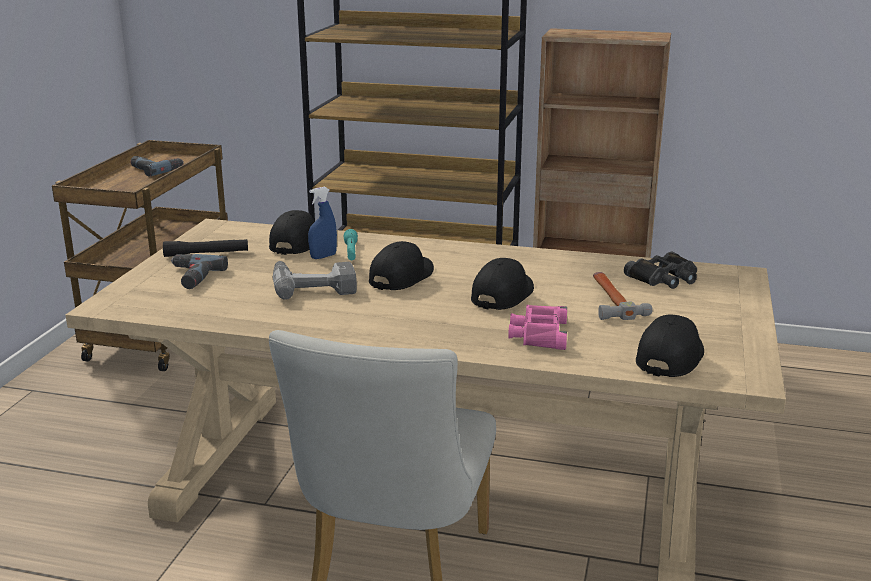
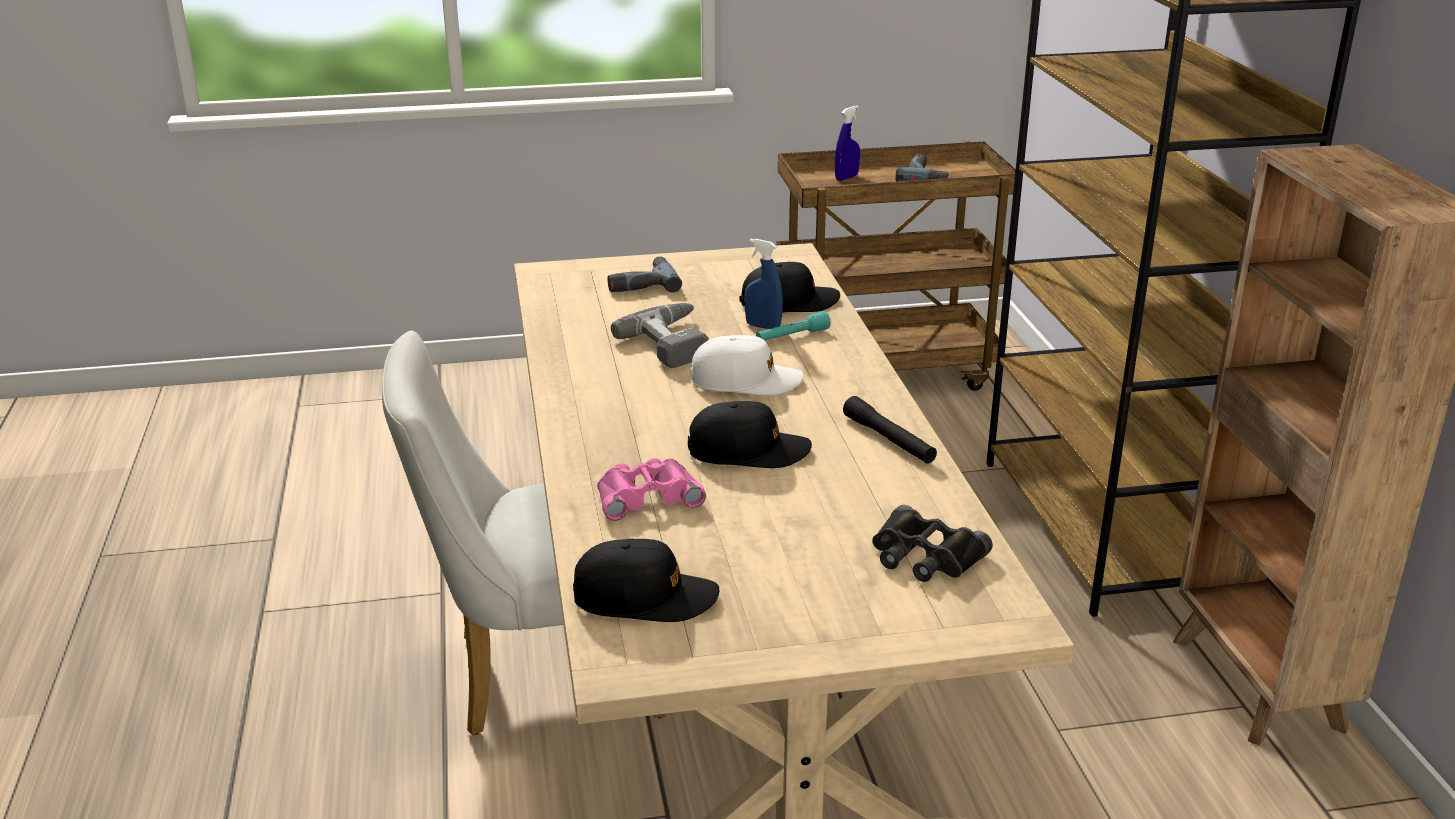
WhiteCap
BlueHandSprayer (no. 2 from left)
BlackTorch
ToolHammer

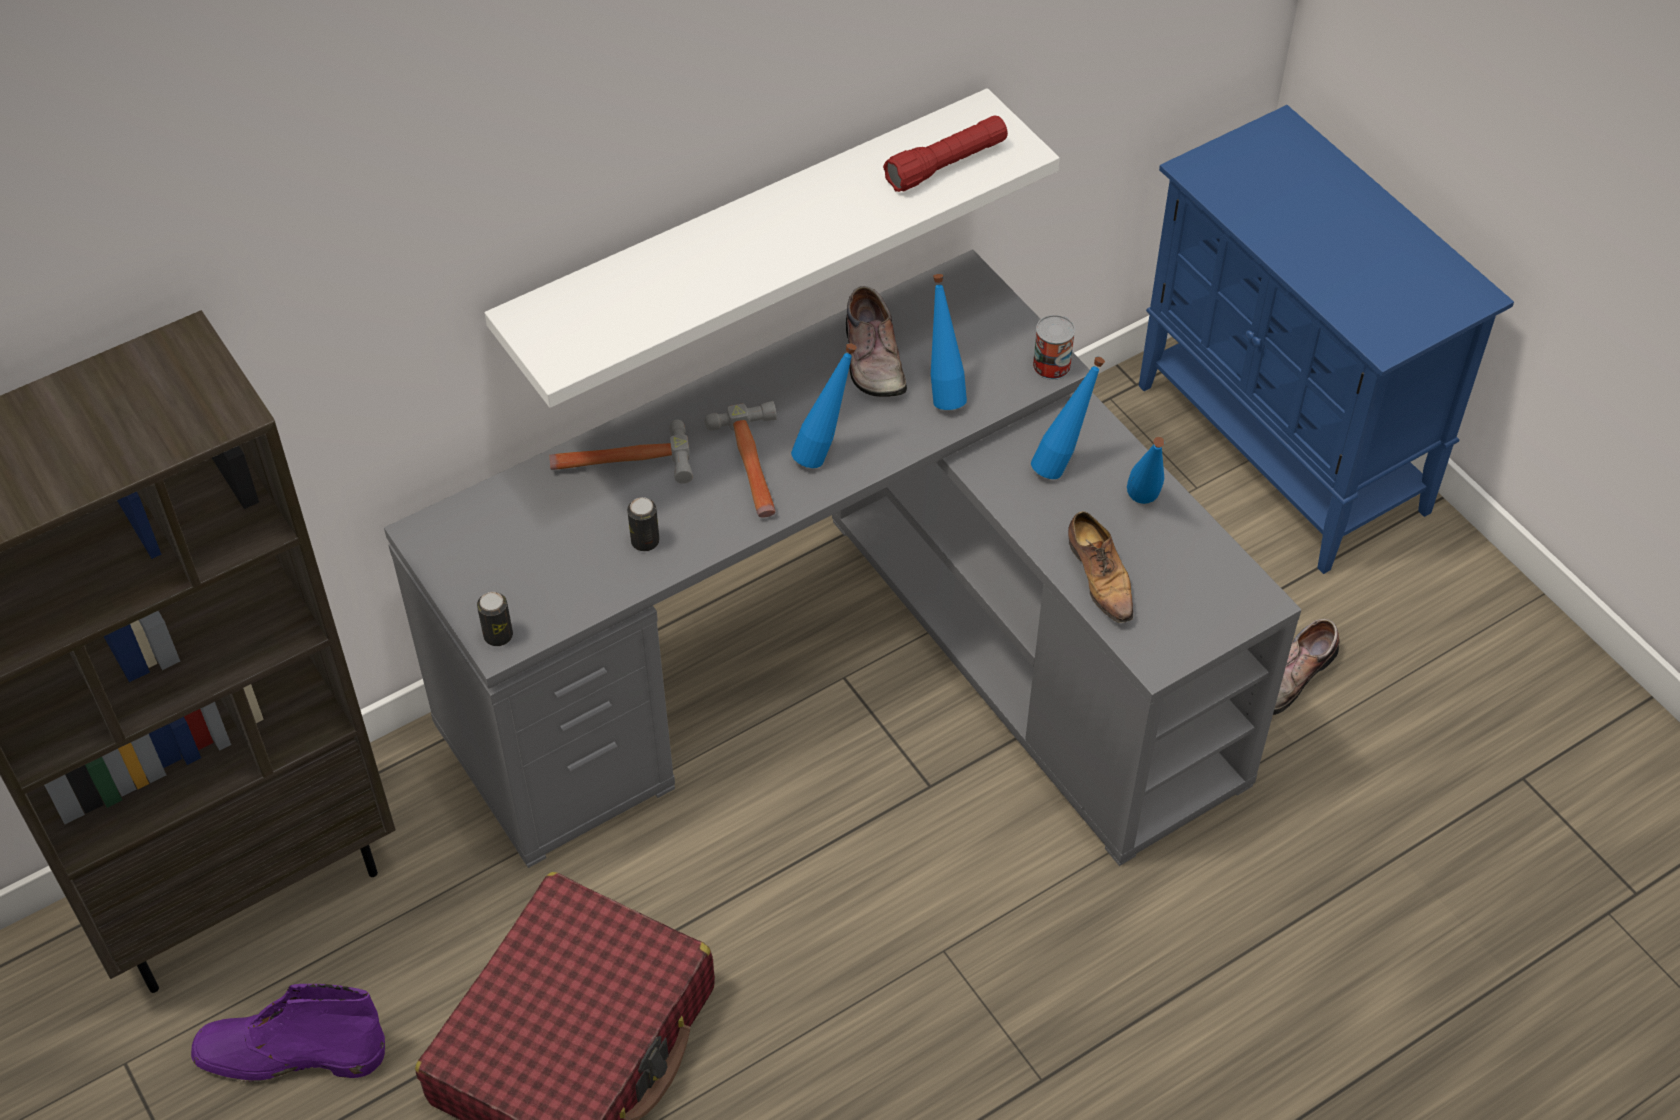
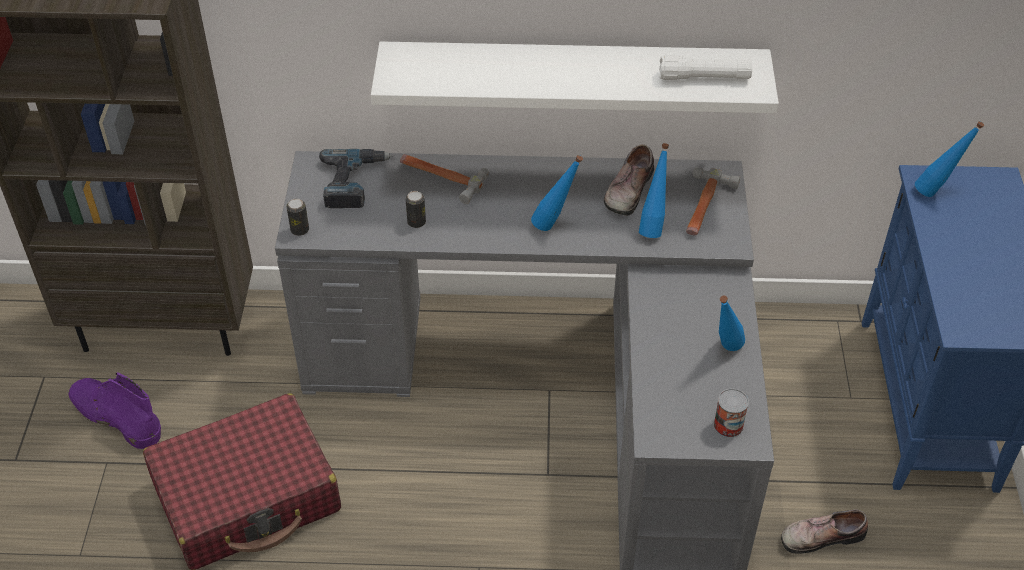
Drill
WhiteTorch
ToolHammer (no. 2 from left)
MetalCan (no. 3 from left)
BlueDrinkBottle (no. 4 from left)
LowShoe (no. 2 from left in the first image)

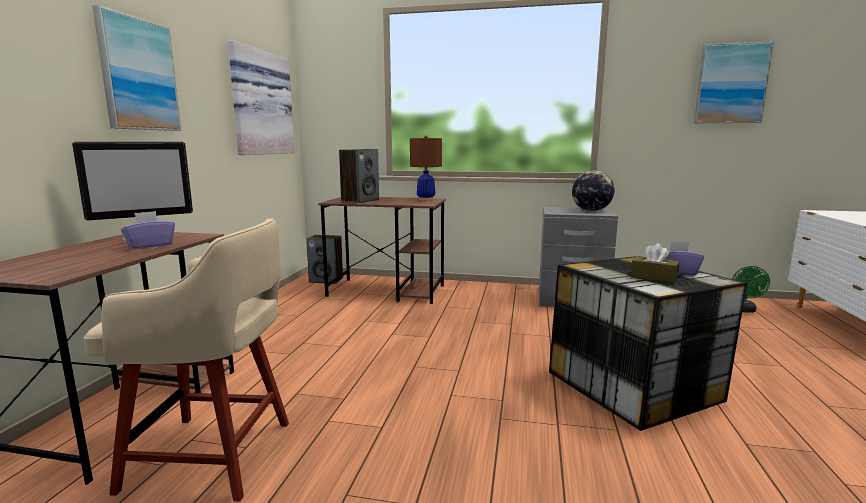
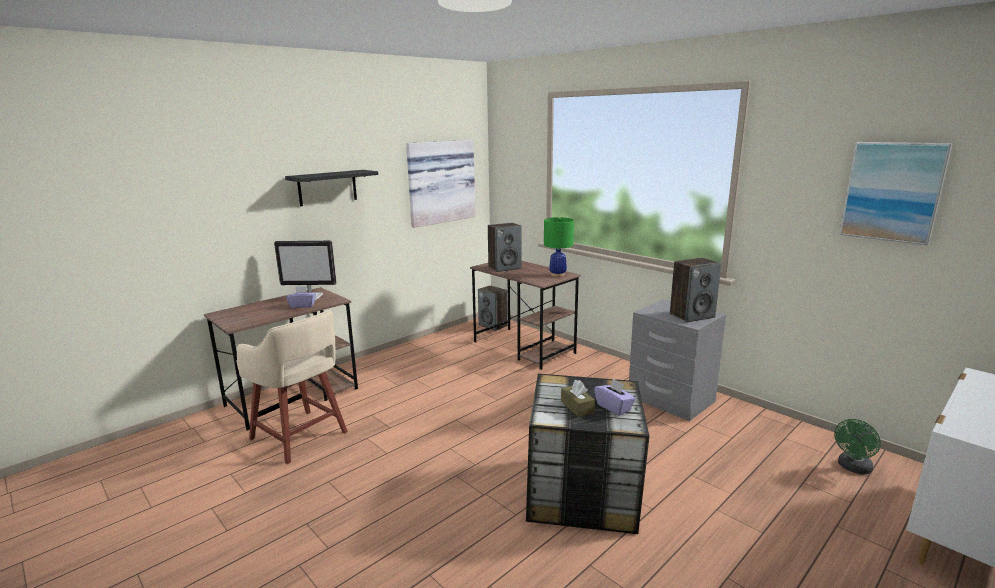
BlackBracketShelf
GreenColouredTableLamp
Speaker (no. 3 from left)

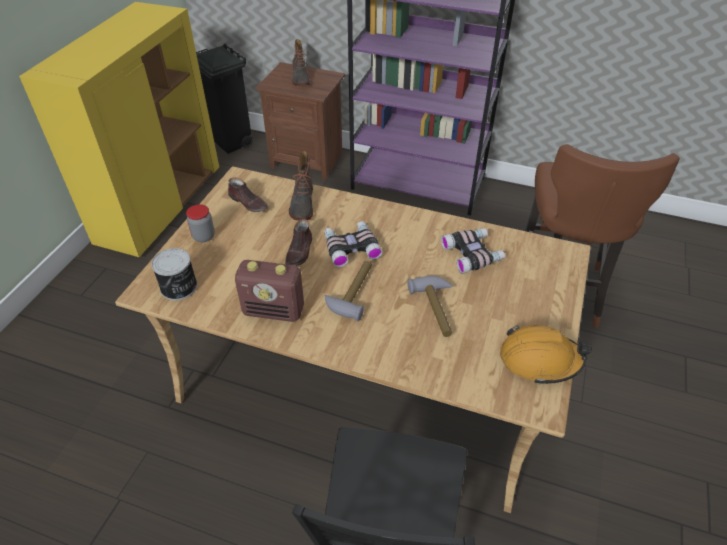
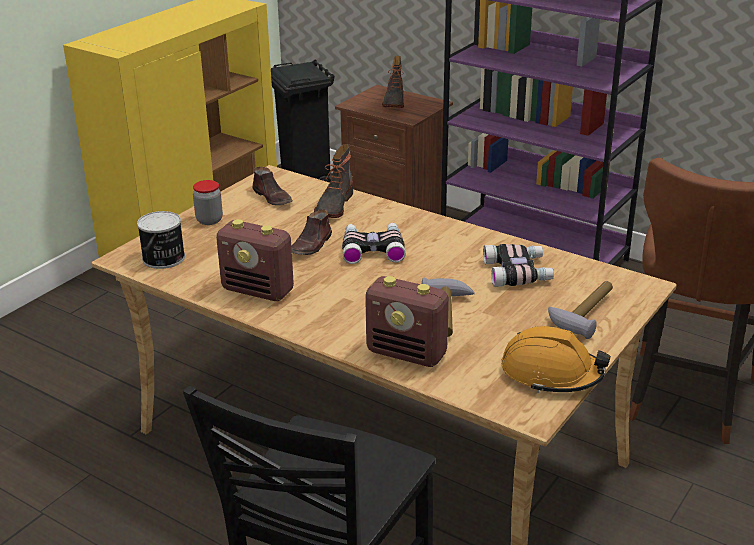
Radio (no. 2 from left)
ToolHammer (no. 2 from left)

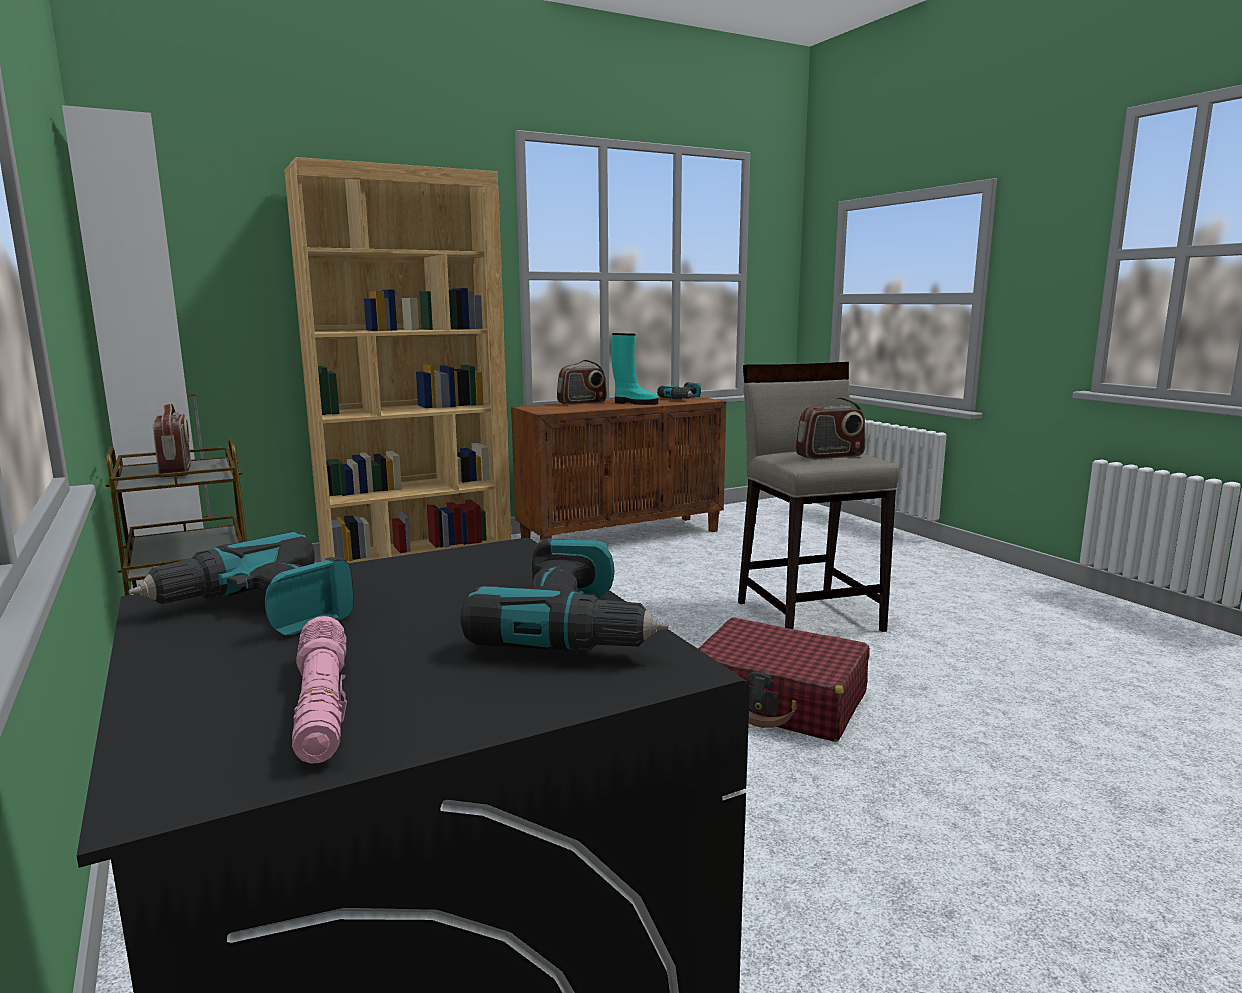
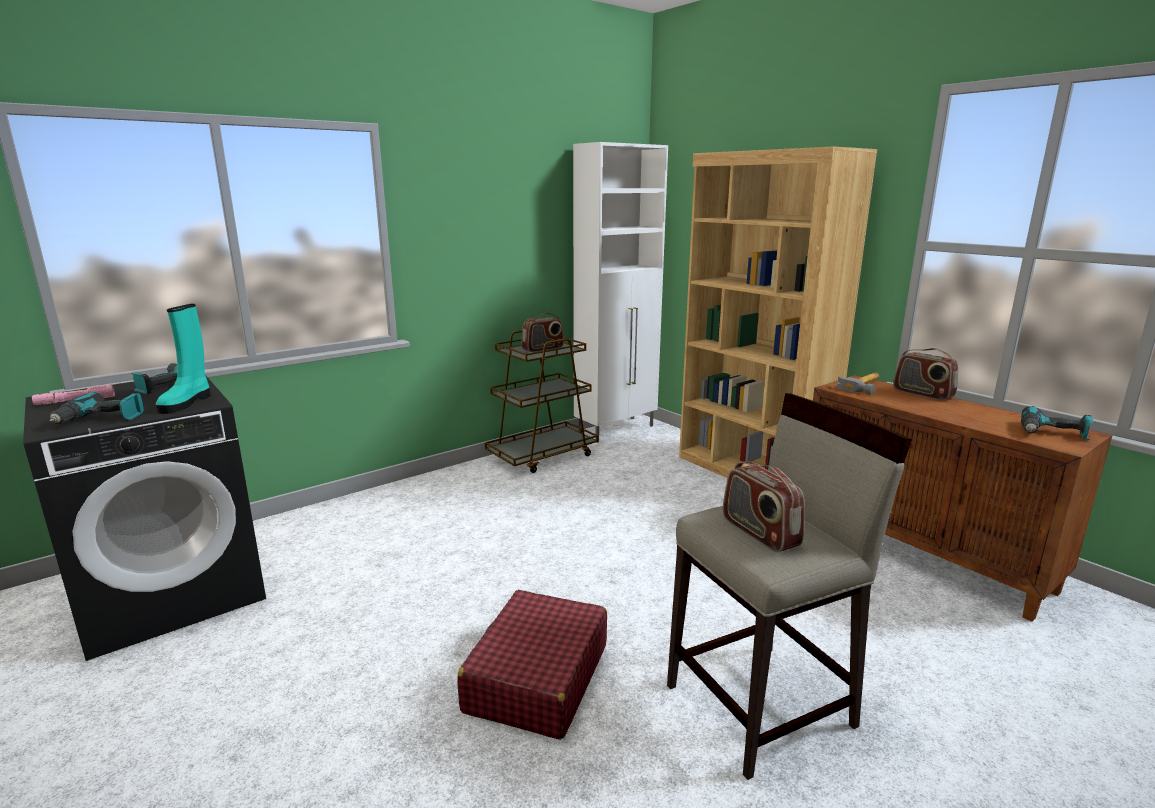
TurquoiseColouredHighTopBoot
ToolHammer

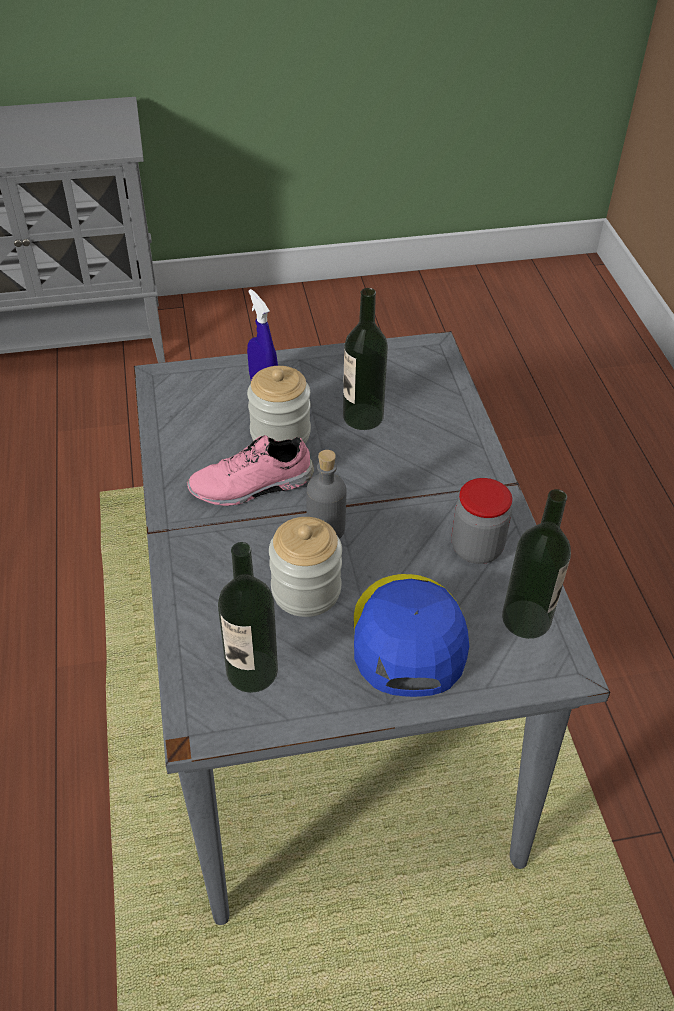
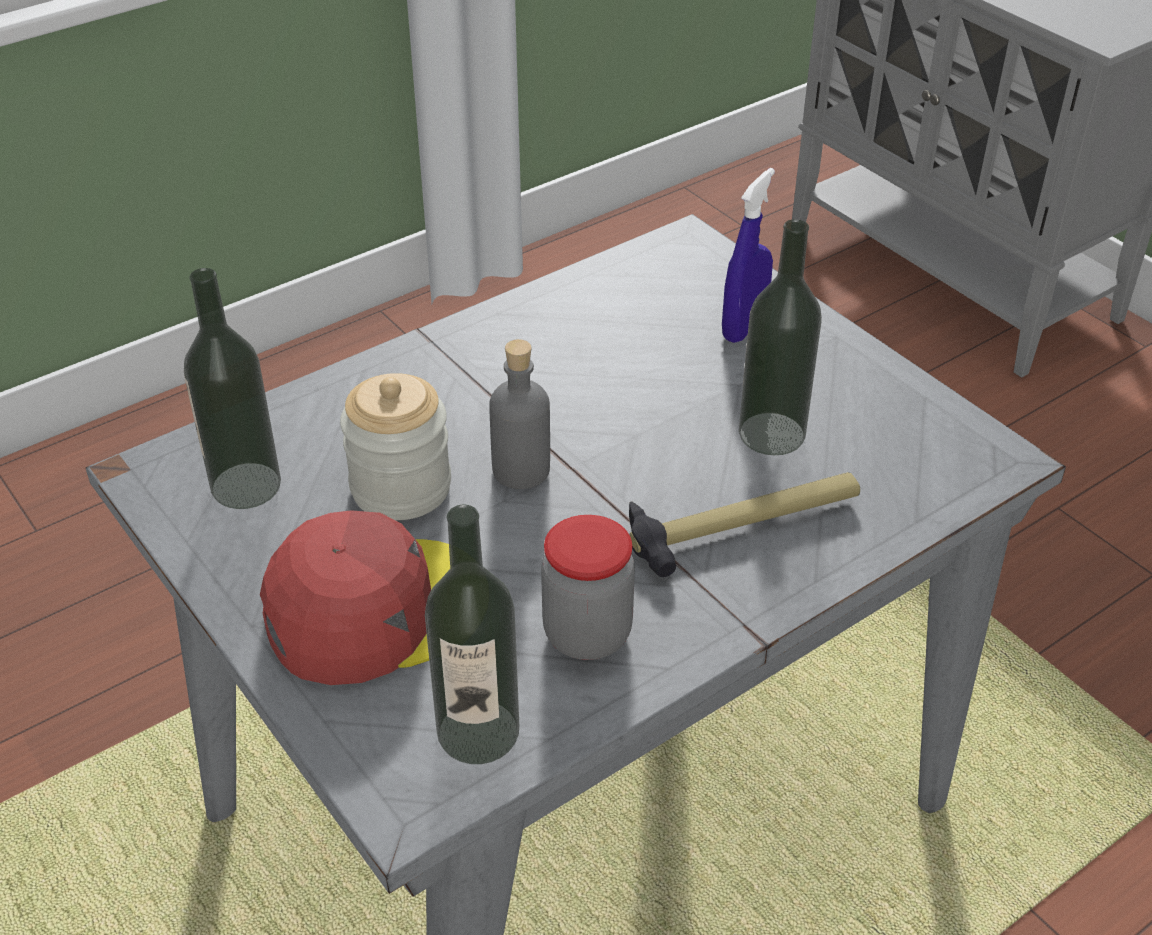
RedCap
ToolHammer
PinkishLowShoe
StorageJar (no. 1 from left in the first image)

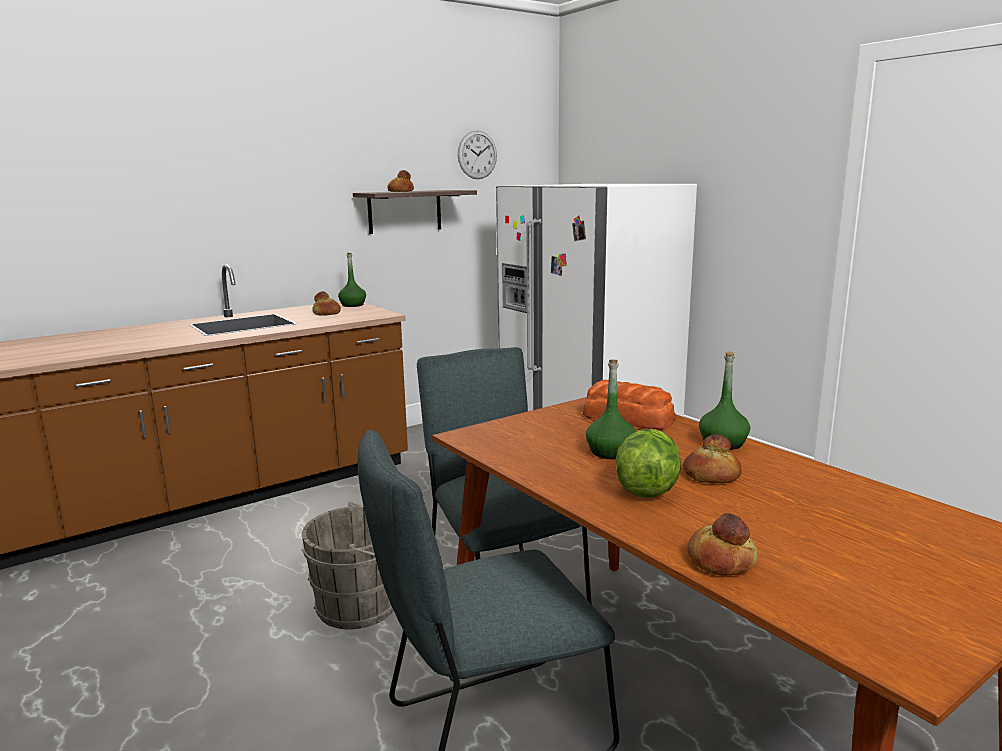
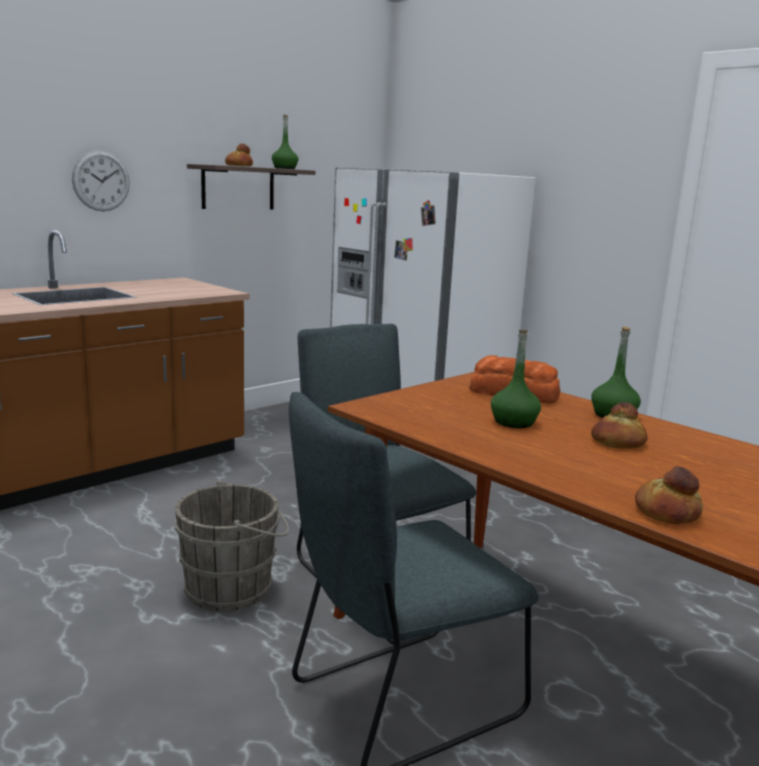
HangingClock
GreenColouredDrinkBottle (no. 1 from left)
BakedBread (no. 1 from left in the first image)
Lettuce

